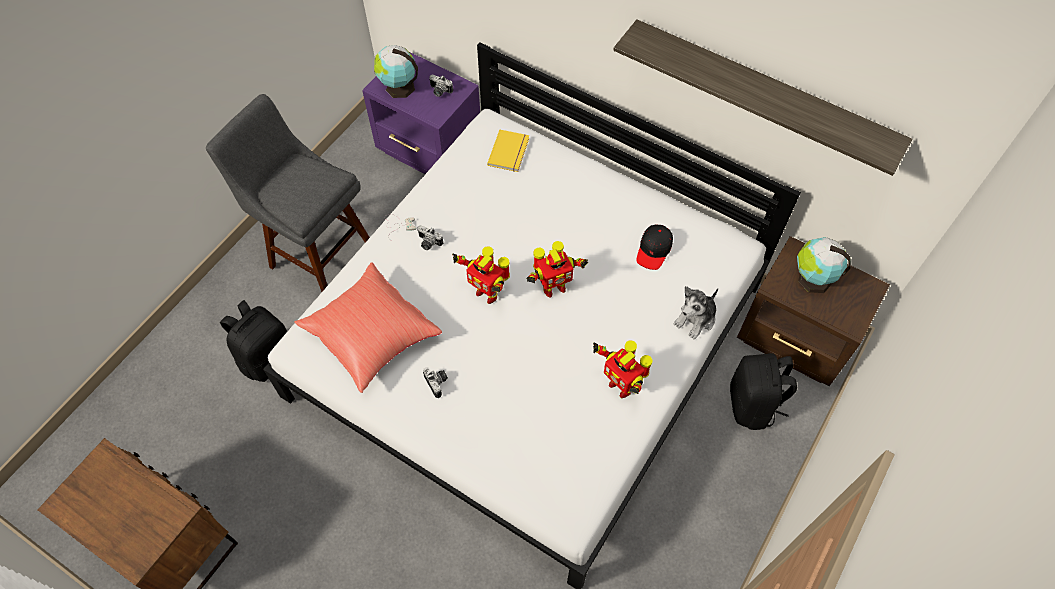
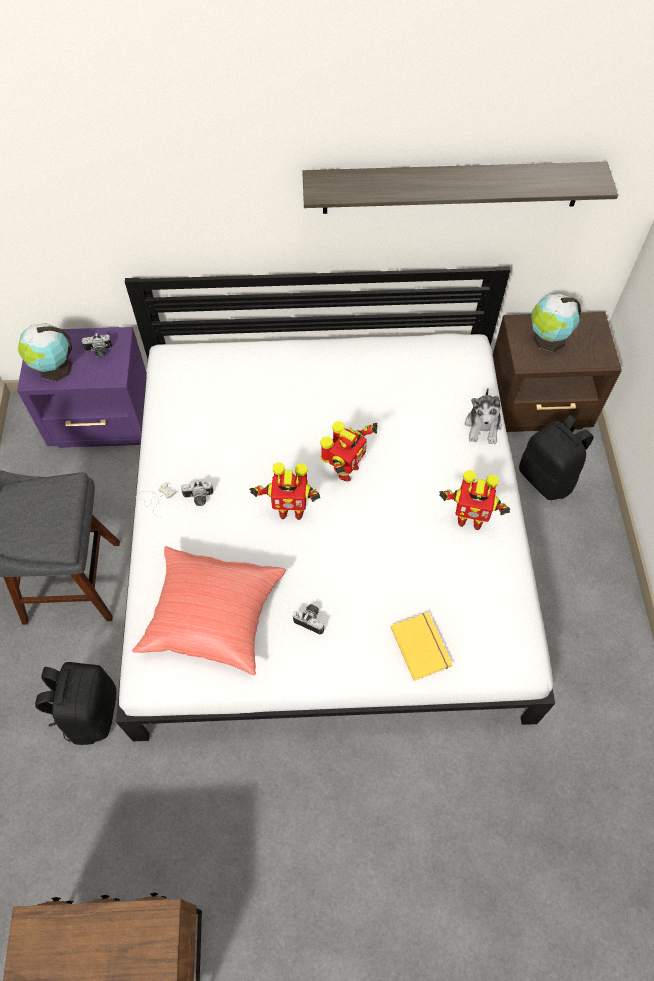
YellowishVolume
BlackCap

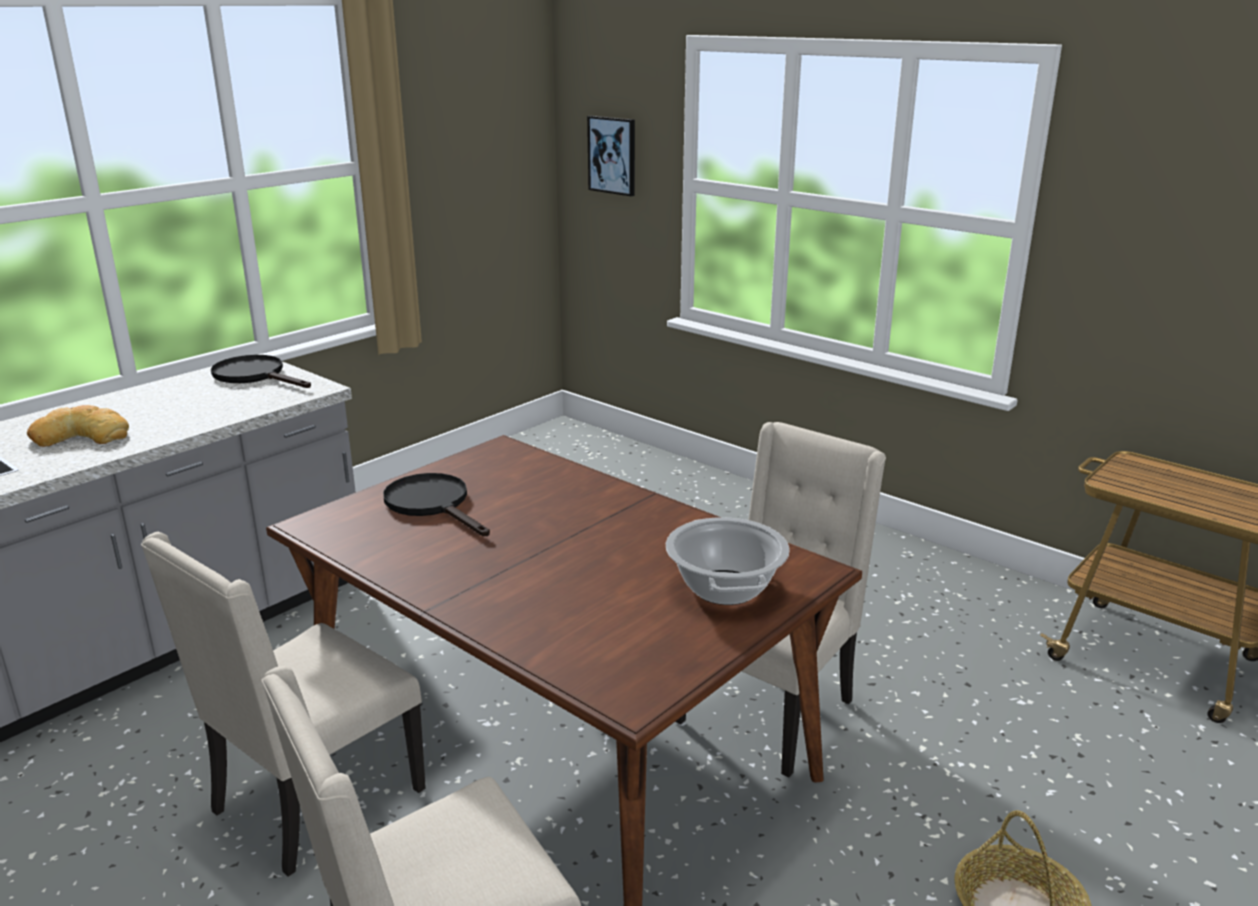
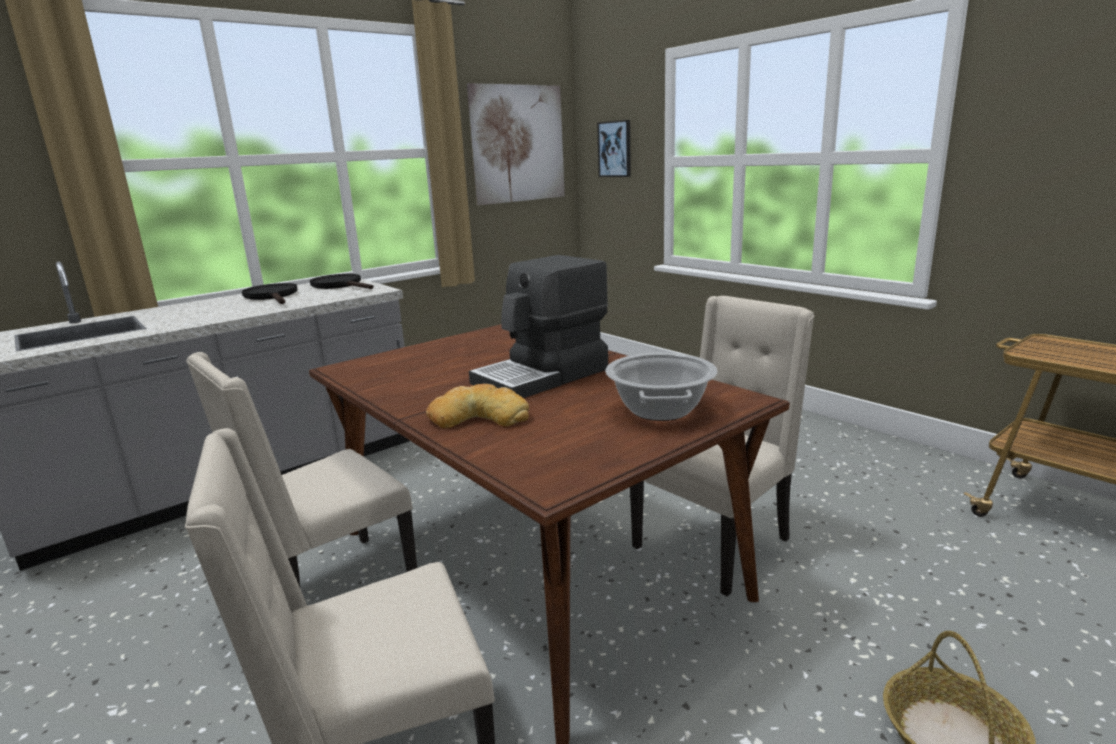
BlackFryingPan (no. 1 from left)
BakedBread
WallArt (no. 1 from left)
CoffeeMachine

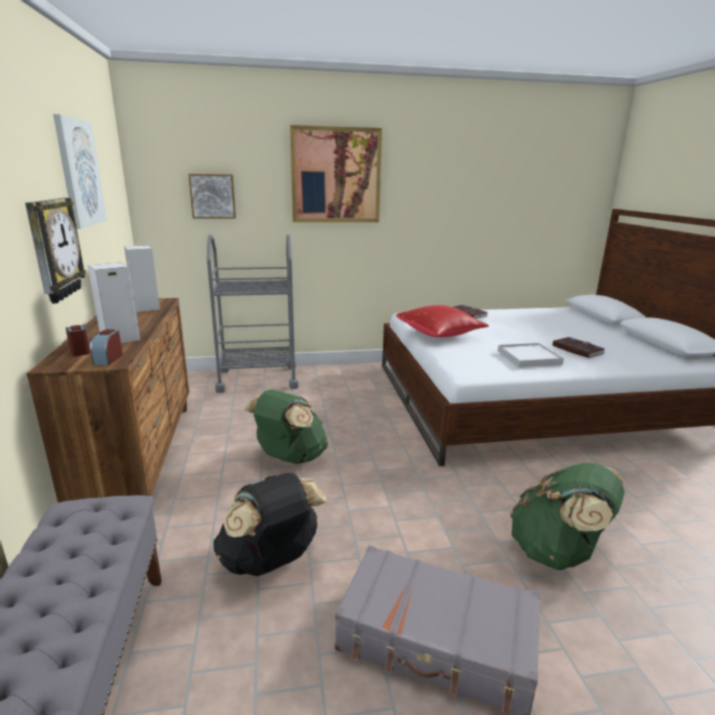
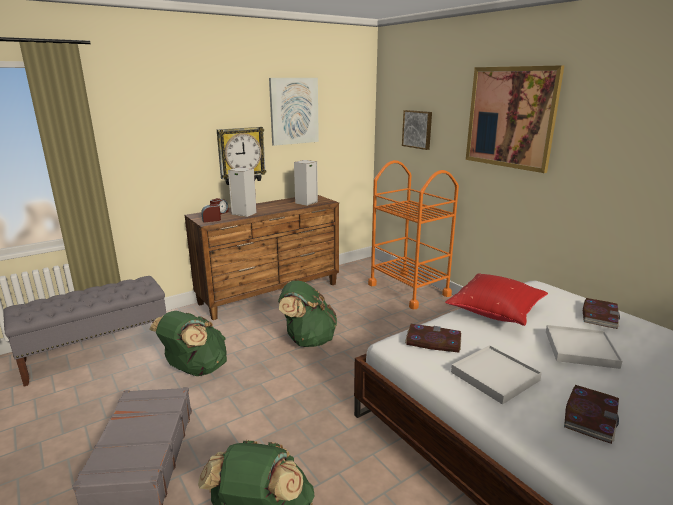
GreenColouredBackpack (no. 1 from left)
OrangeColouredCart
Volume (no. 1 from left)
WhiteTray (no. 2 from left)

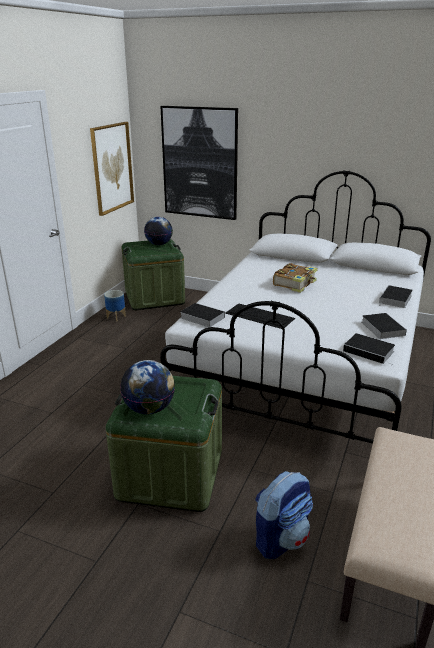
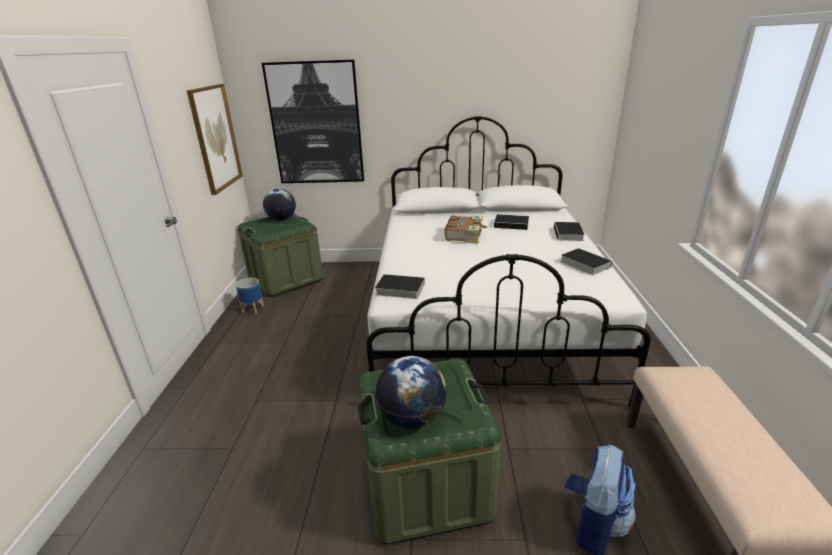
Volume (no. 3 from left)
ComputerKeyboard

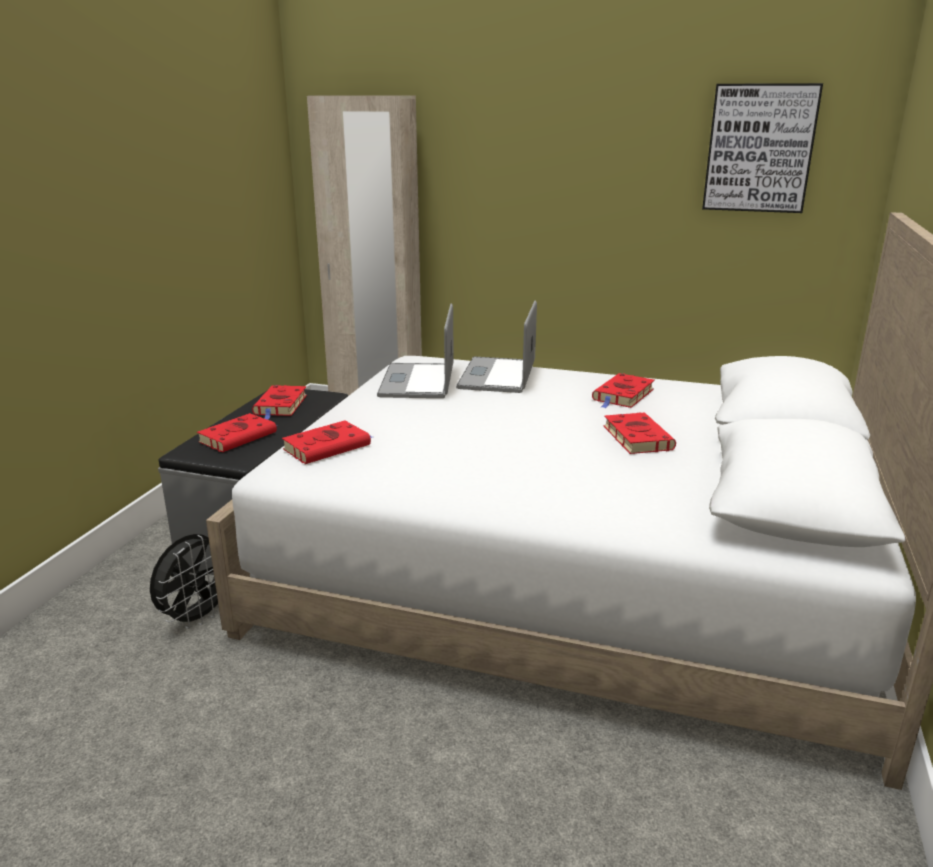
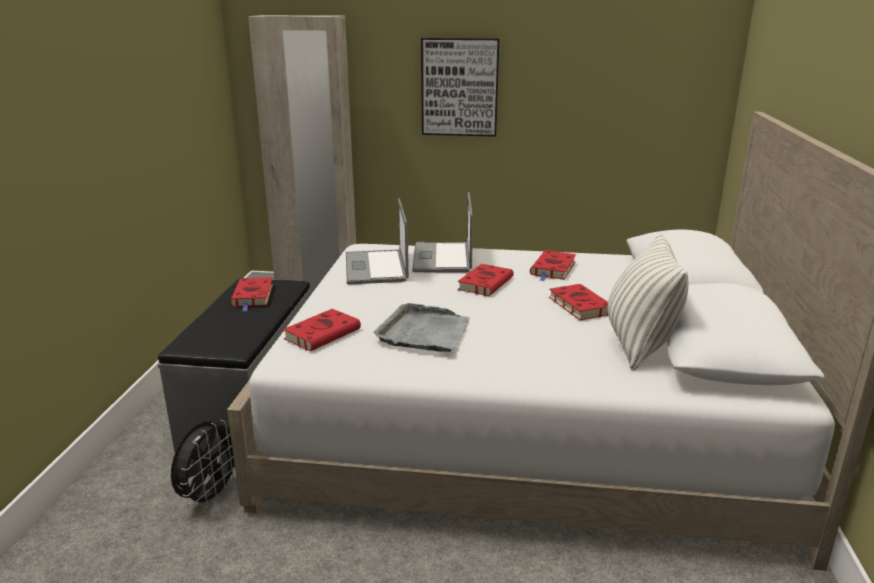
GrayTray
WallArt
RedVolume (no. 3 from left)
ThrowPillow

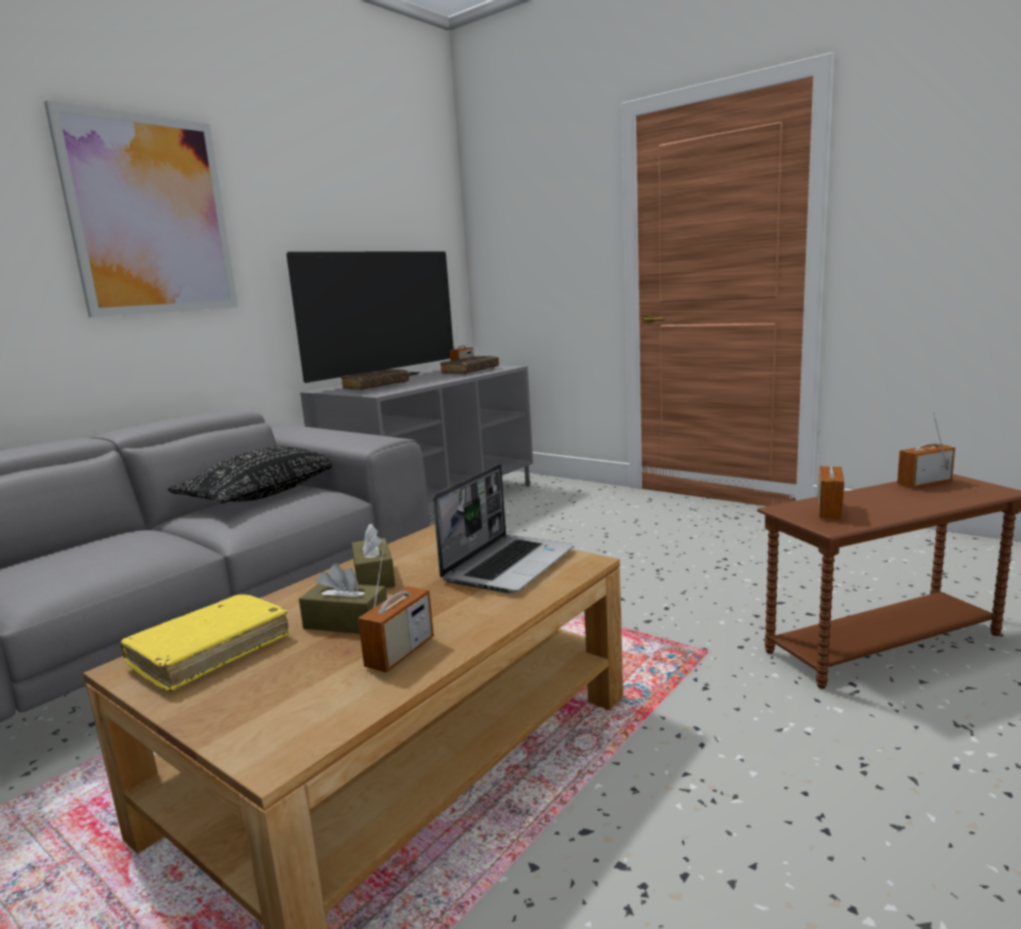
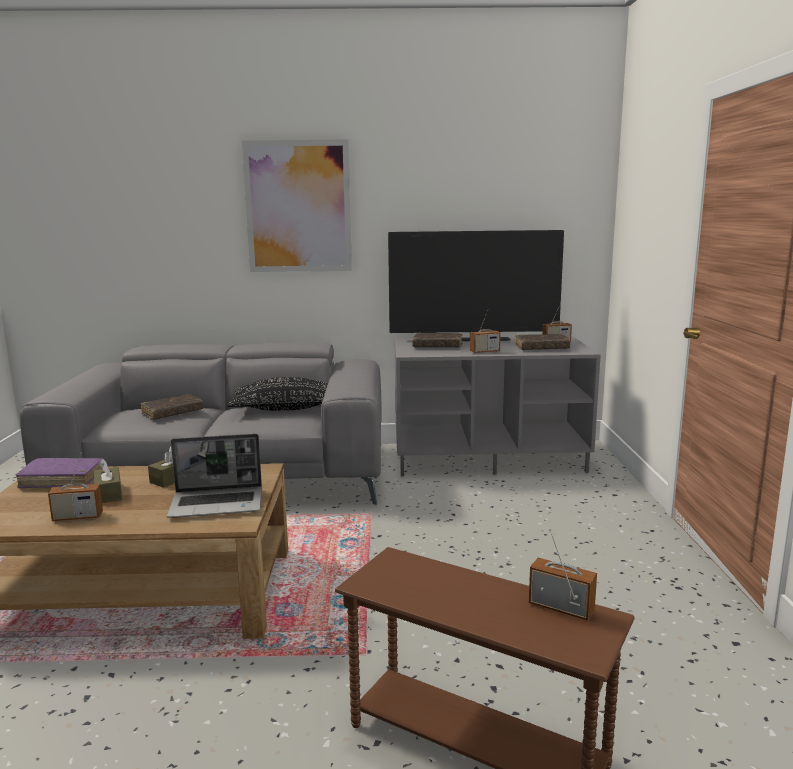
PurpleColouredVolume
BrownishVolume (no. 1 from left)
Radio (no. 2 from left)

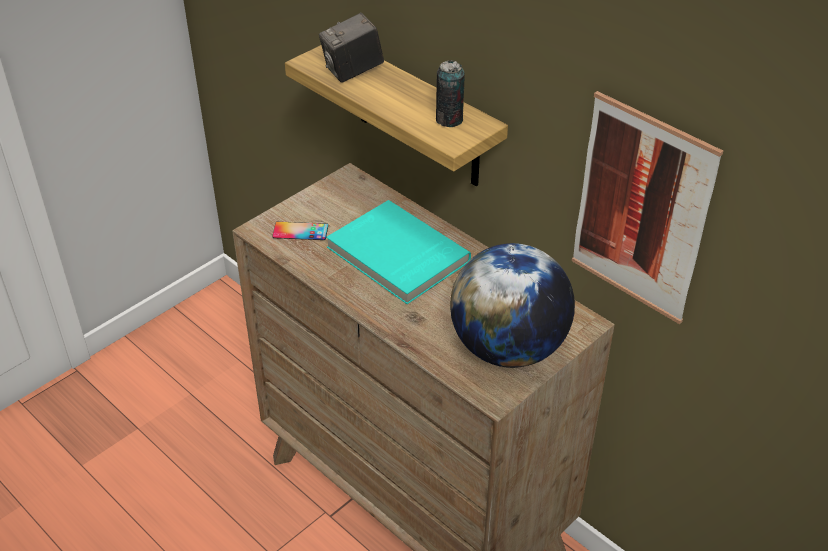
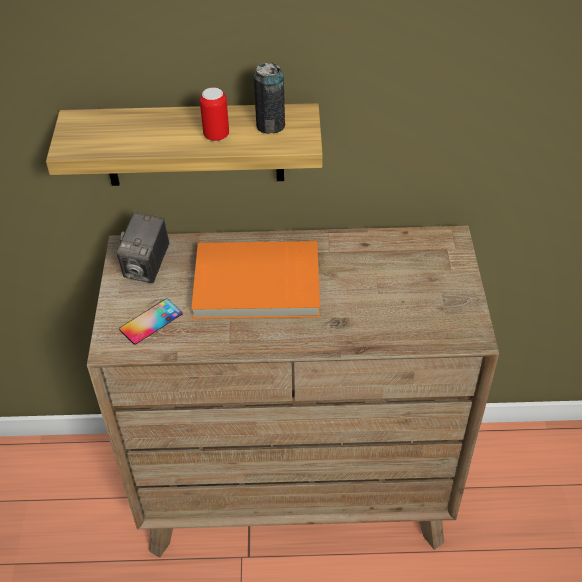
StillCamera
OrangeColouredVolume
MetalCan (no. 1 from left)
WorldGlobe
WallArt

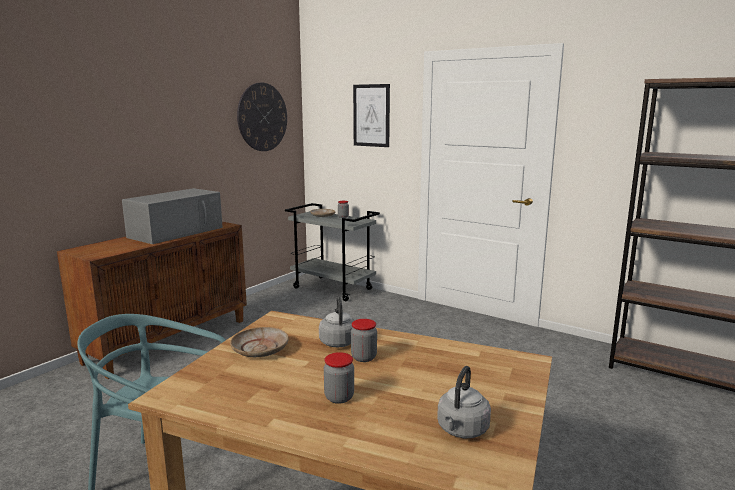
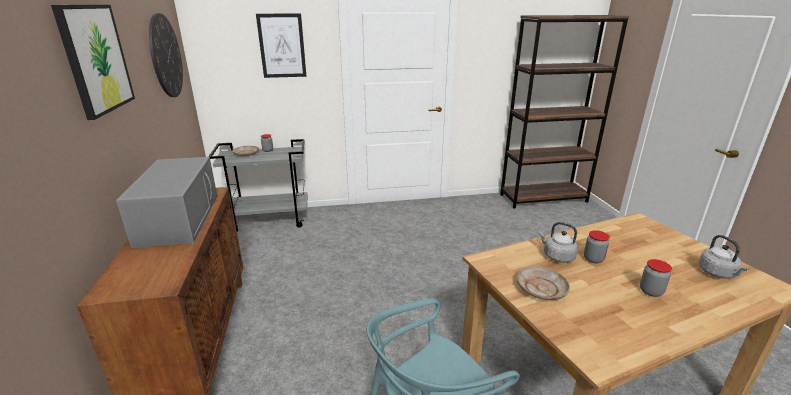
WallArt (no. 1 from left)

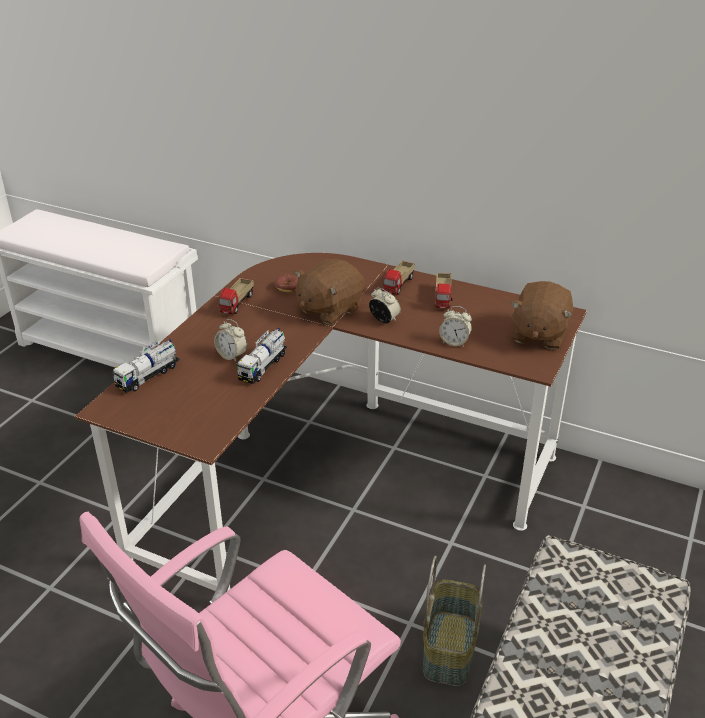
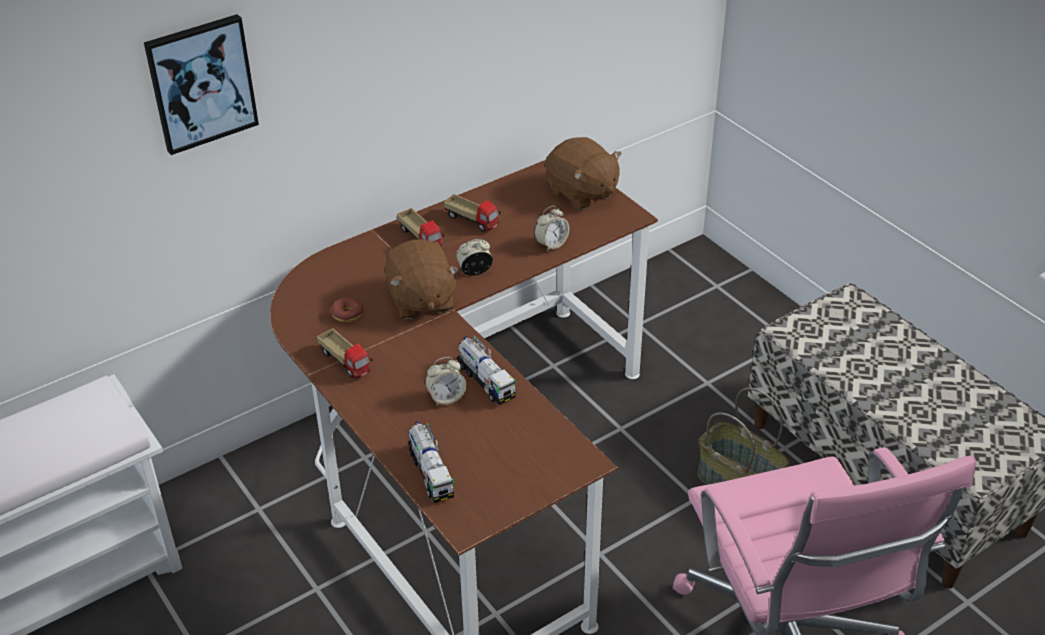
WallArt

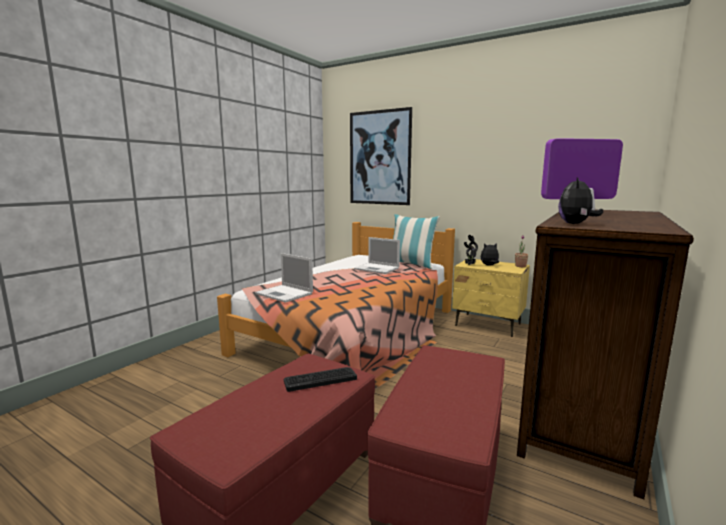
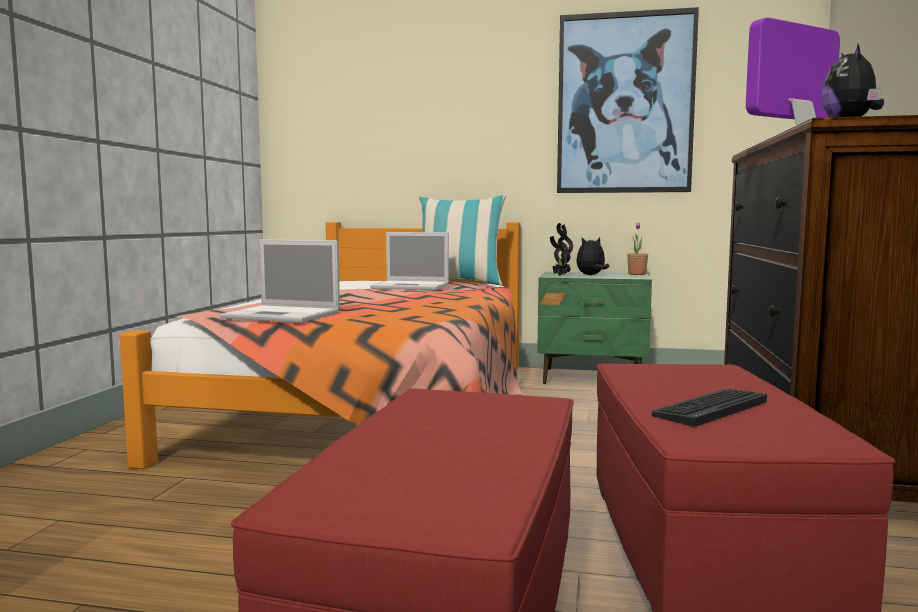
GreenColouredNightTable
WallArt
ComputerKeyboard

